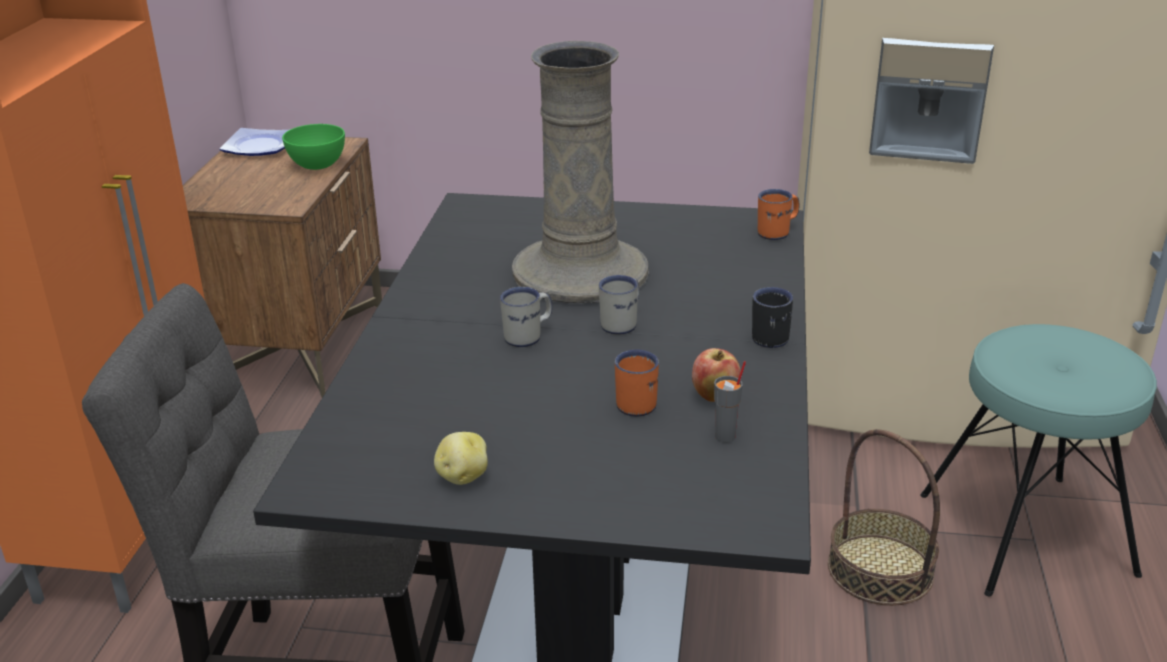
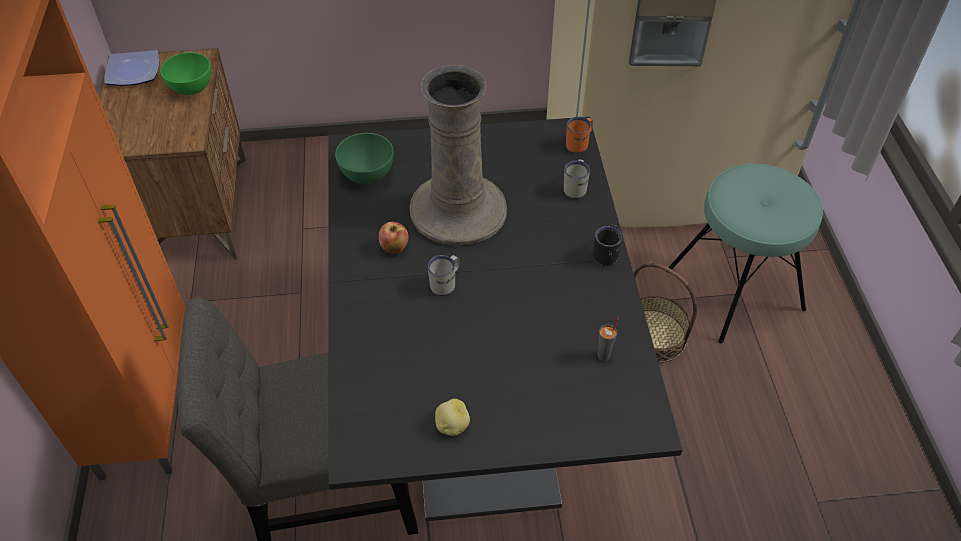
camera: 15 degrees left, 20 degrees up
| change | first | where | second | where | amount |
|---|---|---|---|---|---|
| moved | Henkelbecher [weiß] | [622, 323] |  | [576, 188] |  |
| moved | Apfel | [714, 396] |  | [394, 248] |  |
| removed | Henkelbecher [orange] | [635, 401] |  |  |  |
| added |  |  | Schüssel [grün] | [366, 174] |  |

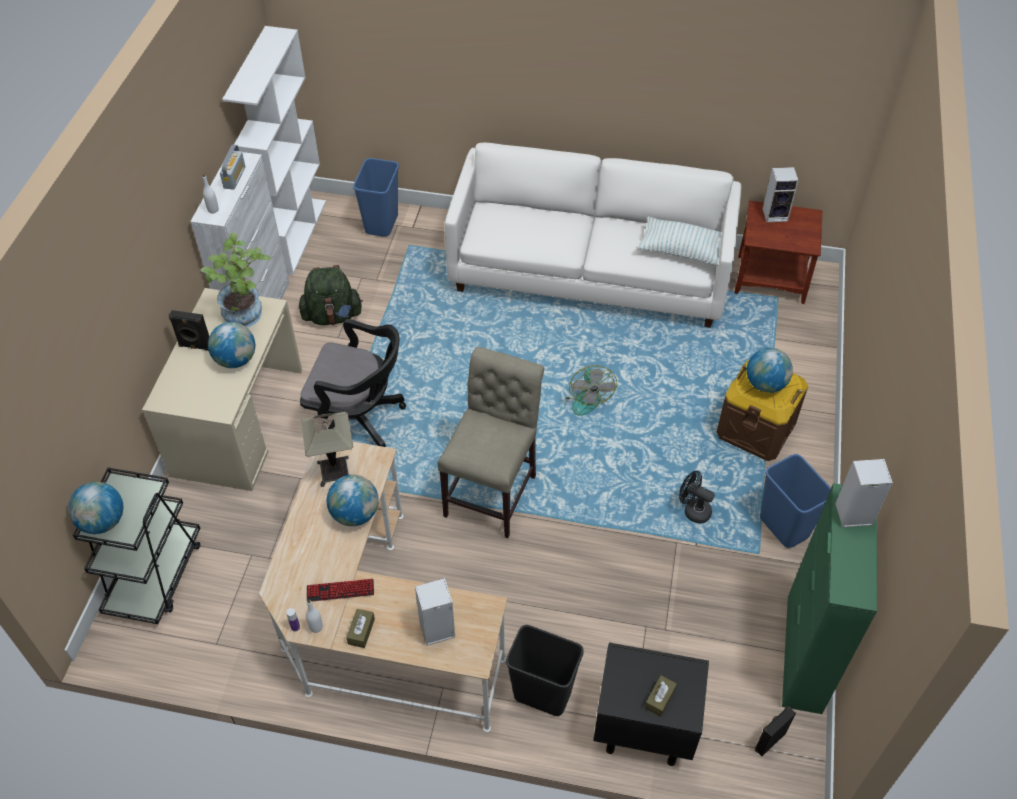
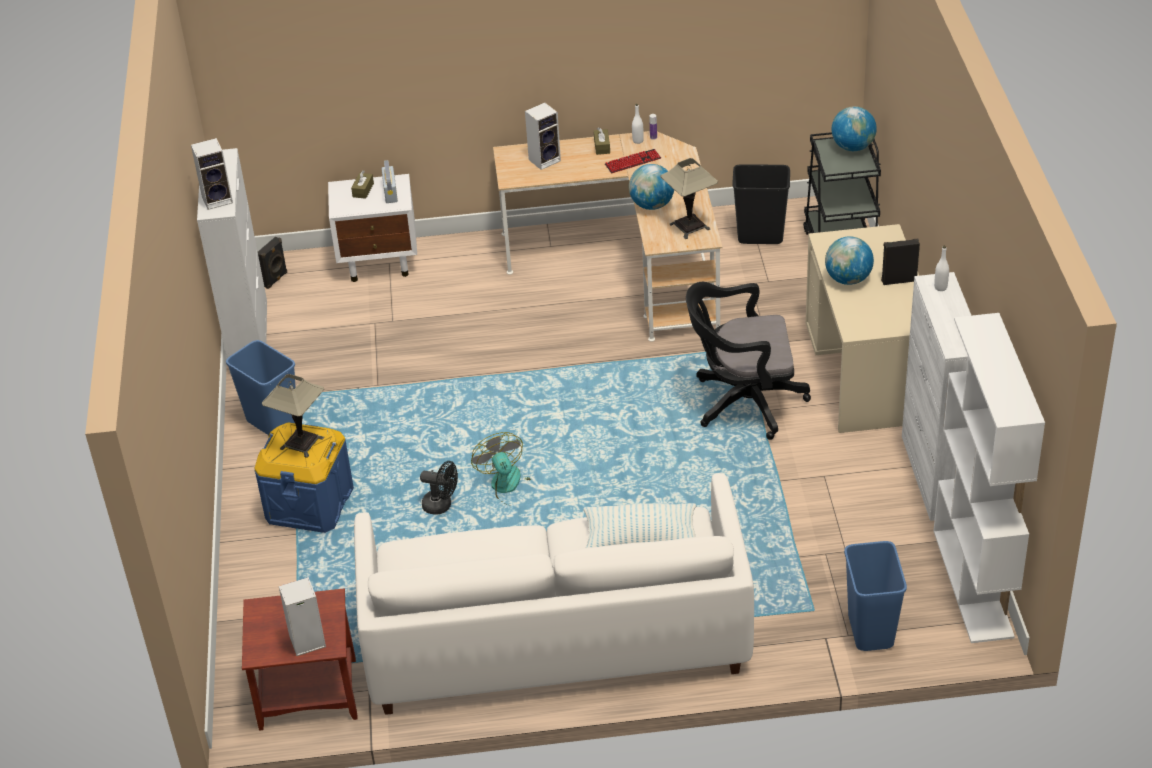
camera: 165 degrees right, 10 degrees down
| change | first | where | second | where | amount |
|---|---|---|---|---|---|
| moved | Radio | [234, 177] |  | [390, 192] |  |
| moved | Kissen | [682, 250] |  | [640, 540] |  |
| removed | Topfpflanze | [247, 317] |  |  |  |
| removed | Rucksack [grün] | [332, 316] |  |  |  |
| removed | Stuhl [beige] | [493, 491] |  |  |  |
| replaced | Globus | [765, 384] | Tischlampe | [301, 443] |  |
| recoloured | Aufbewahrungsbox [braun] | [756, 429] | Aufbewahrungsbox [blau] | [309, 504] |  |
| moved | Ventilator [schwarz] | [693, 510] |  | [442, 505] |  |
| recoloured | Schrank [grün] | [804, 654] | Schrank [weiß] | [249, 336] |  |
| moved | Mülleimer [schwarz] | [541, 694] |  | [761, 236] |  |
| recoloured | Nachttisch [schwarz] | [642, 728] | Nachttisch [weiß] | [380, 262] |  |

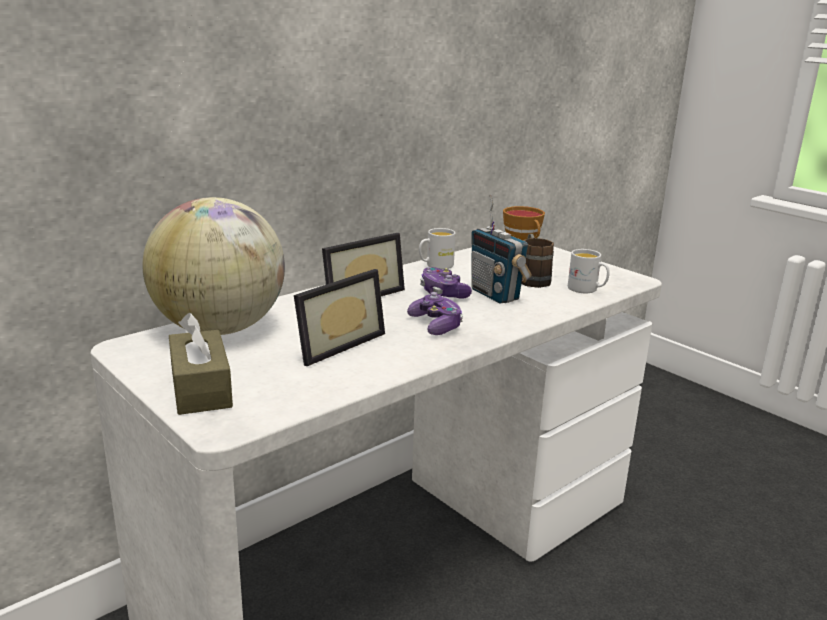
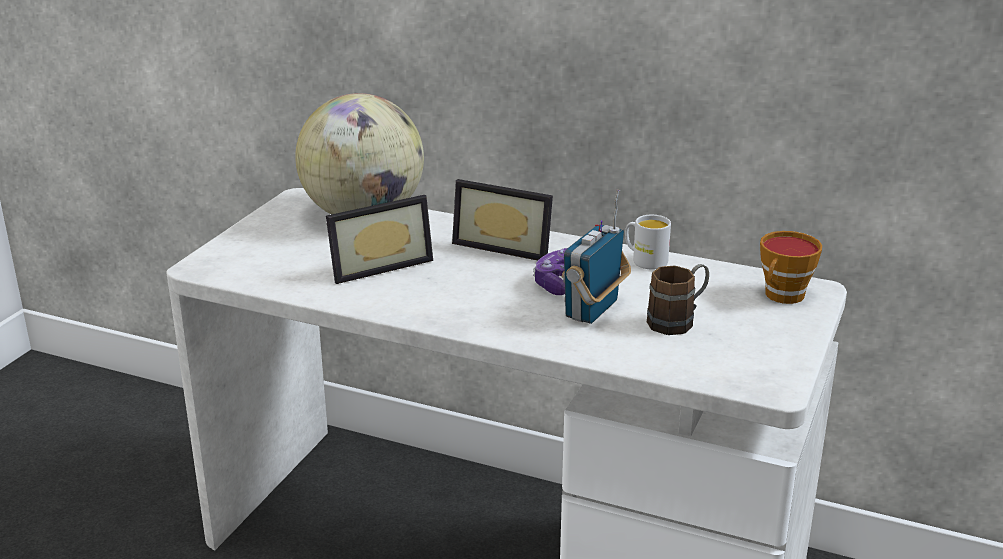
camera: 65 degrees right, 5 degrees up
| change | first | where | second | where | amount |
|---|---|---|---|---|---|
| removed | Henkelbecher [weiß] | [587, 290] |  |  |  |
| turned | Bilderrahmen | [334, 344] |  | [378, 265] | 45 degrees counterclockwise |
| removed | Gamepad | [436, 325] |  |  |  |
| removed | Taschentuchbox [braun] | [201, 388] |  |  |  |

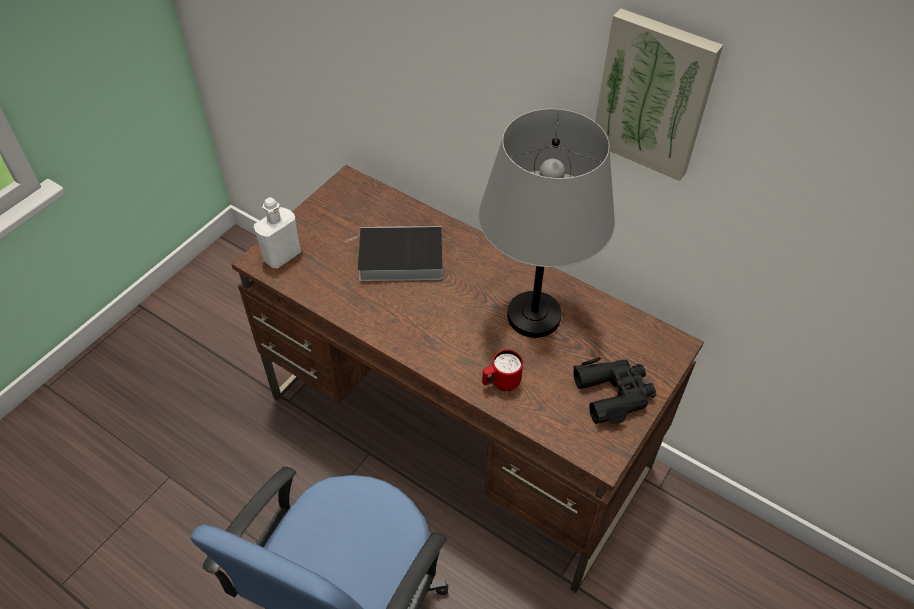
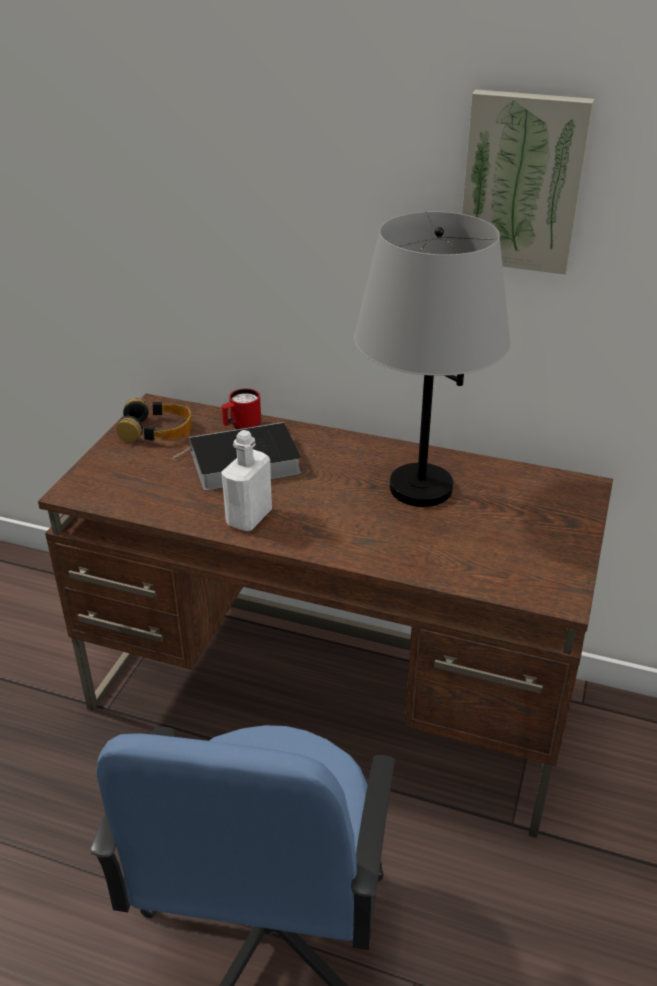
camera: 15 degrees left, 15 degrees down
| change | first | where | second | where | amount |
|---|---|---|---|---|---|
| moved | Flasche [weiß] | [282, 256] |  | [249, 518] |  |
| moved | Henkelbecher [rot] | [501, 383] |  | [242, 427] |  |
| removed | Fernglas [schwarz] | [614, 393] |  |  |  |
| added |  |  | Kopfhörer | [157, 430] |  |

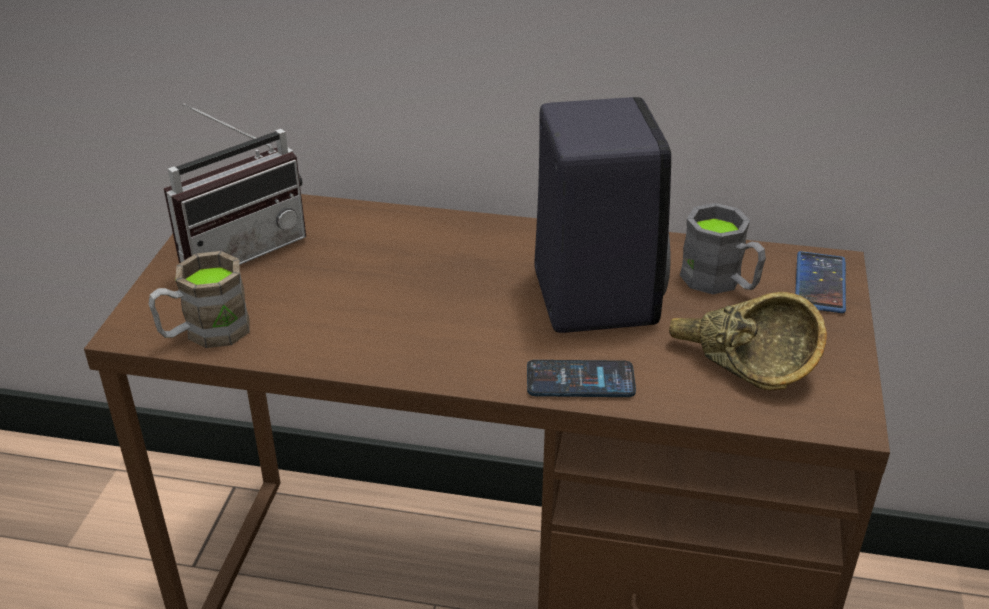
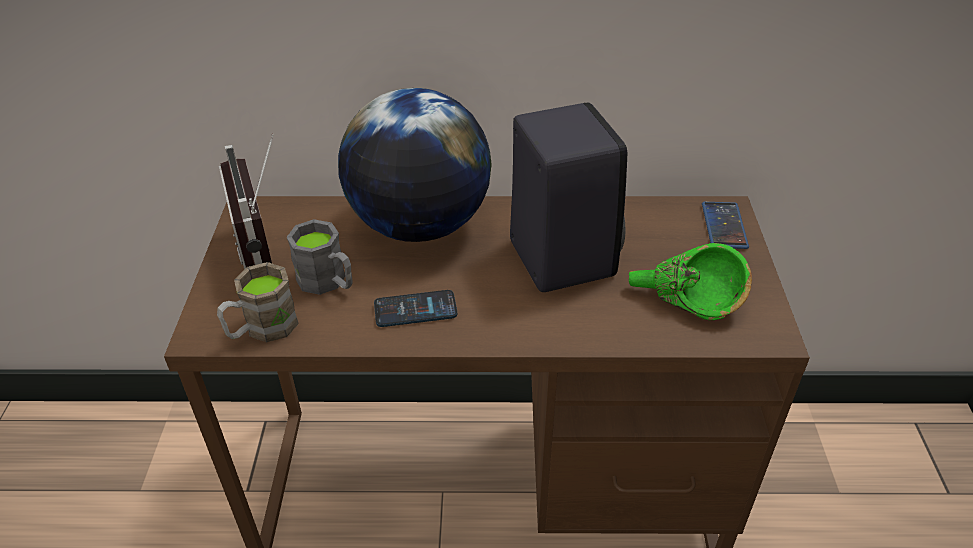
camera: 10 degrees left, 5 degrees up
| change | first | where | second | where | amount |
|---|---|---|---|---|---|
| turned | Radio | [239, 249] |  | [269, 251] | 120 degrees clockwise |
| moved | Henkelbecher [grau] | [720, 282] |  | [328, 282] |  |
| recoloured | Schüssel [braun] | [740, 364] | Schüssel [grün] | [684, 300] |  |
| moved | Handy | [580, 380] |  | [415, 309] |  |
| added |  |  | Globus | [419, 225] |  |

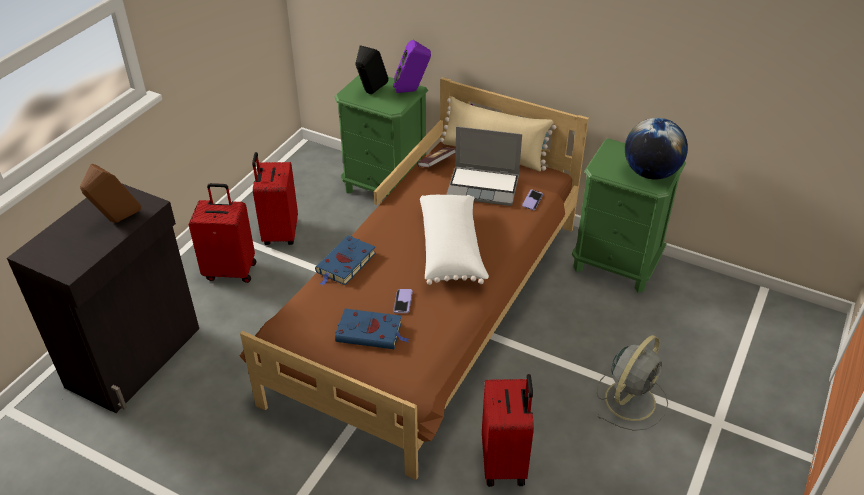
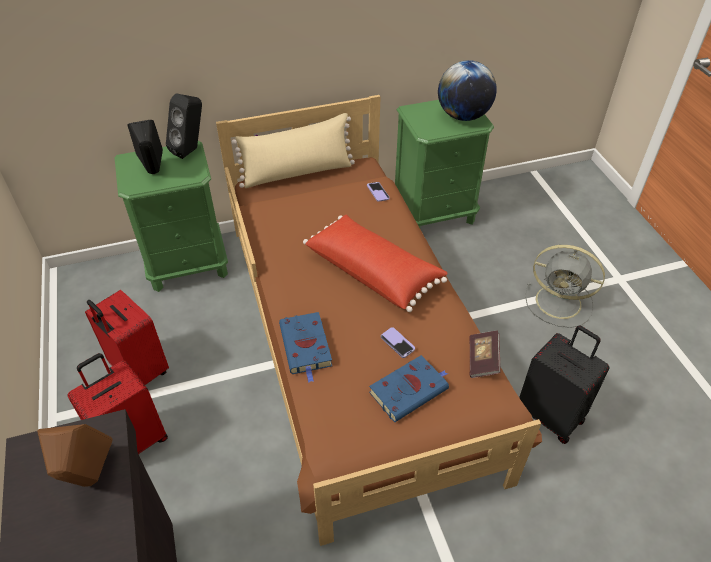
camera: 45 degrees left, 5 degrees up
| change | first | where | second | where | amount |
|---|---|---|---|---|---|
| recoloured | Lautsprecher [lila] | [412, 91] | Lautsprecher [schwarz] | [191, 150] |  |
| removed | Laptop | [484, 186] |  |  |  |
| moved | Buch | [436, 163] |  | [482, 360] |  |
| recoloured | Kissen [weiß] | [451, 249] | Kissen [rot] | [373, 271] |  |
| turned | Ventilator [grau] | [631, 399] |  | [560, 302] | 120 degrees clockwise |
| recoloured | Koffer [rot] | [505, 462] | Koffer [schwarz] | [551, 415] |  |

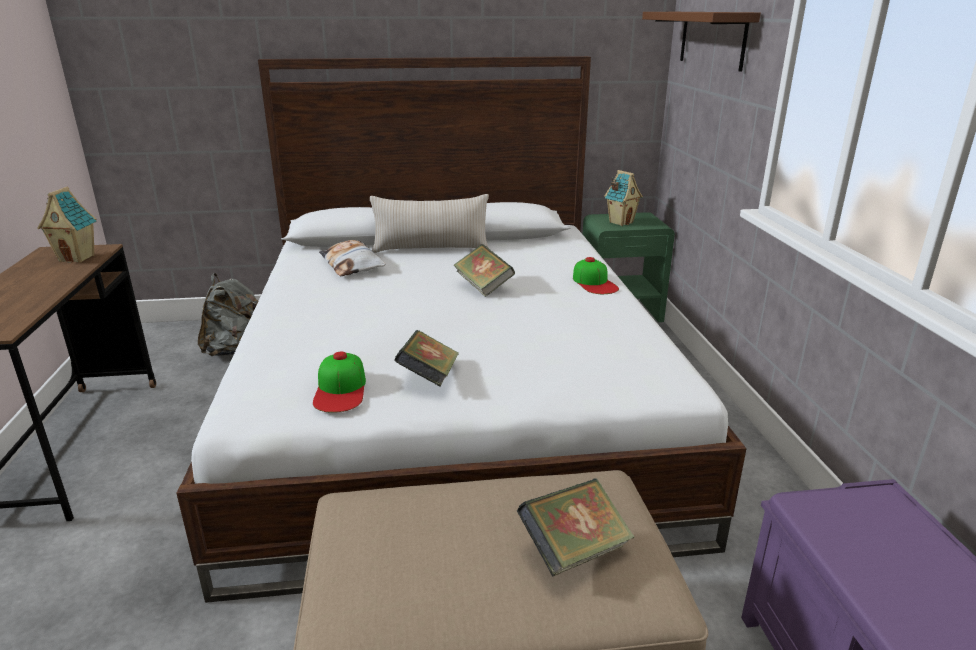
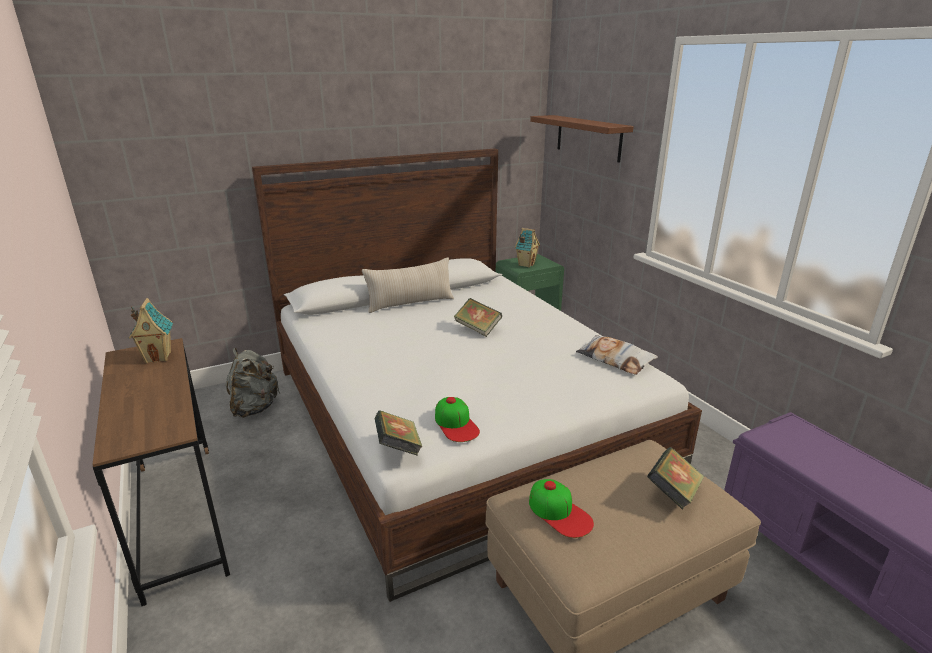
camera: 20 degrees left, 0 degrees up
| change | first | where | second | where | amount |
|---|---|---|---|---|---|
| moved | Kissen | [352, 265] |  | [615, 359] |  |
| moved | Kappe | [594, 283] |  | [559, 512] |  |
| moved | Buch | [429, 378] |  | [398, 448] |  |

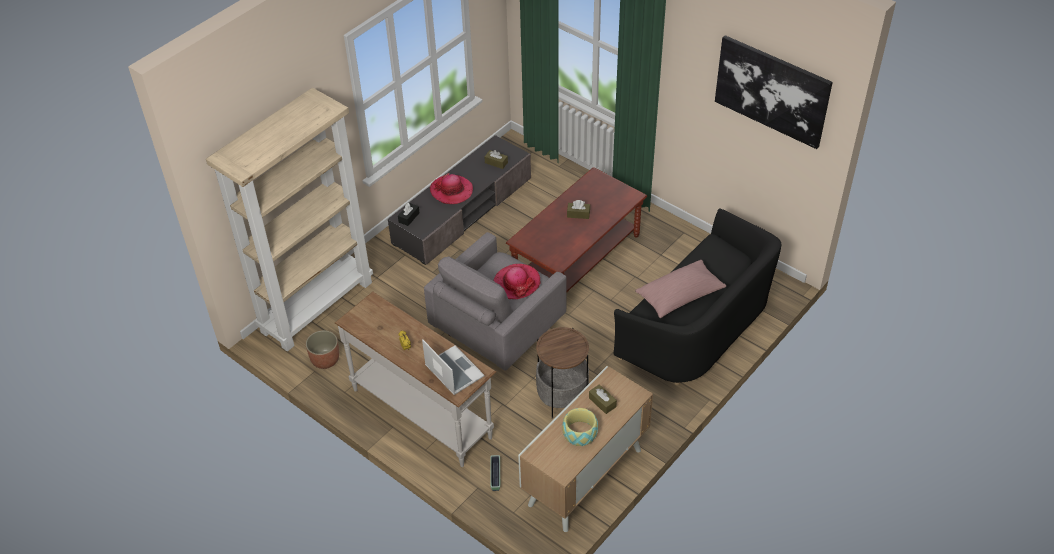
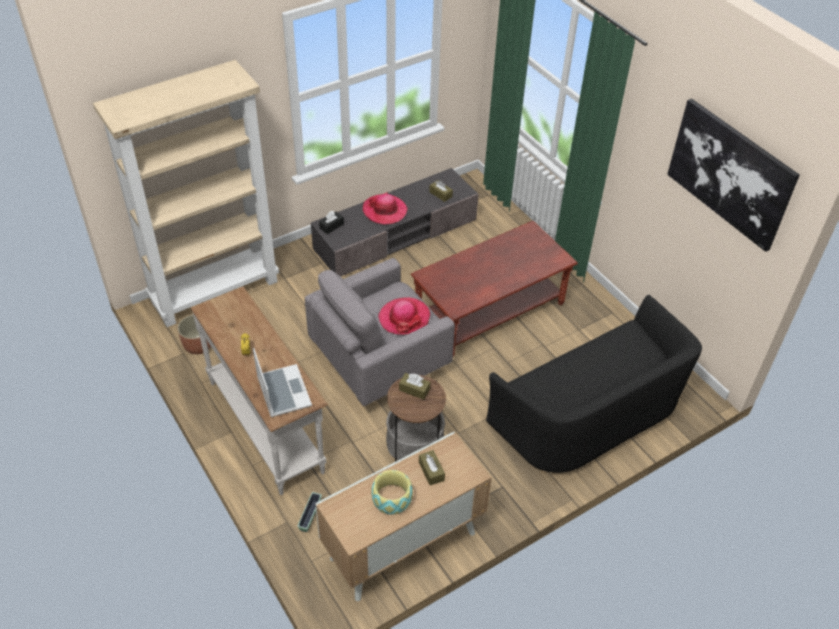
camera: 15 degrees right, 0 degrees up
| change | first | where | second | where | amount |
|---|---|---|---|---|---|
| moved | Taschentuchbox [braun] | [578, 214] |  | [414, 390] |  |
| removed | Kissen [rosa] | [680, 296] |  |  |  |

